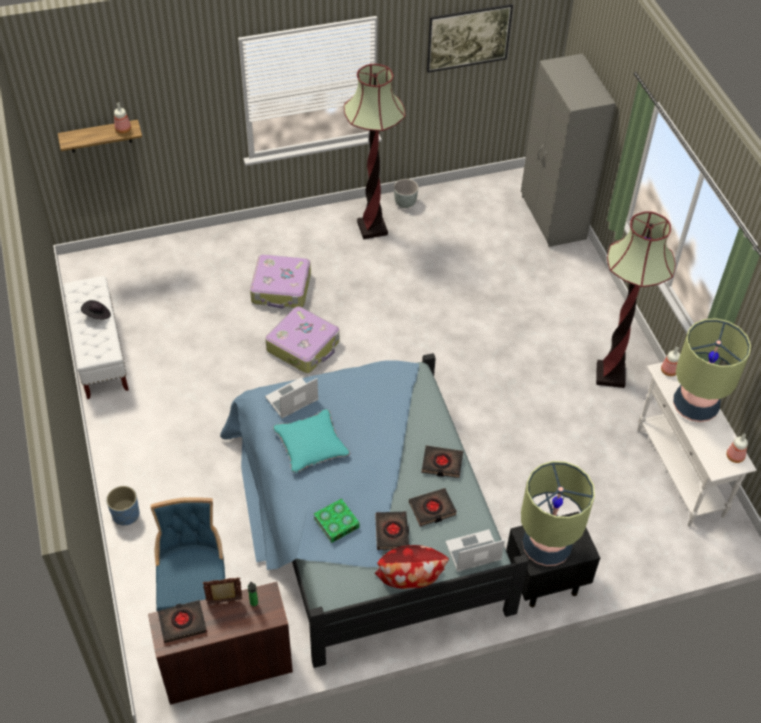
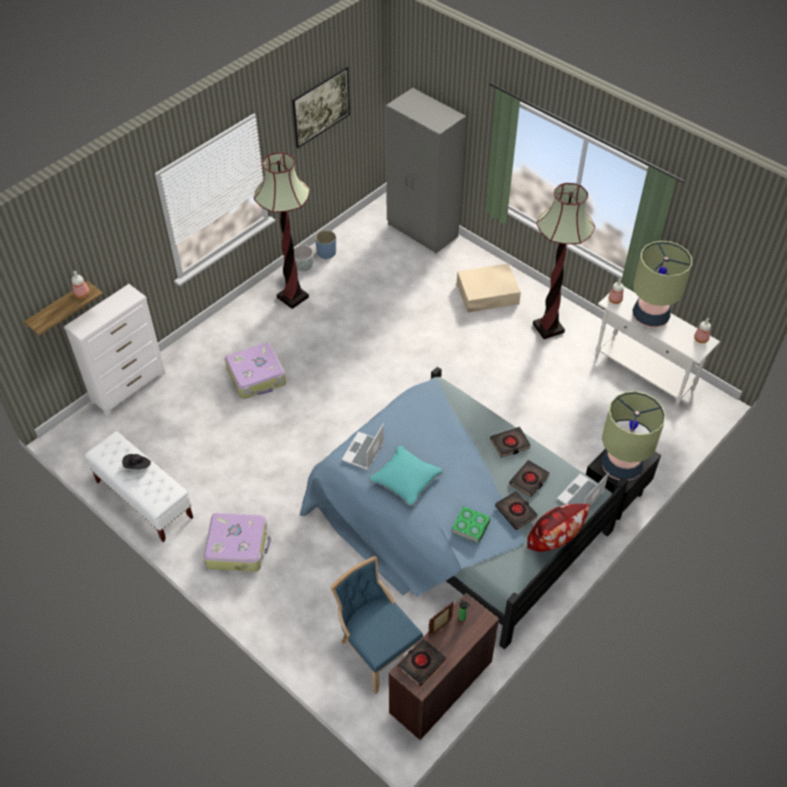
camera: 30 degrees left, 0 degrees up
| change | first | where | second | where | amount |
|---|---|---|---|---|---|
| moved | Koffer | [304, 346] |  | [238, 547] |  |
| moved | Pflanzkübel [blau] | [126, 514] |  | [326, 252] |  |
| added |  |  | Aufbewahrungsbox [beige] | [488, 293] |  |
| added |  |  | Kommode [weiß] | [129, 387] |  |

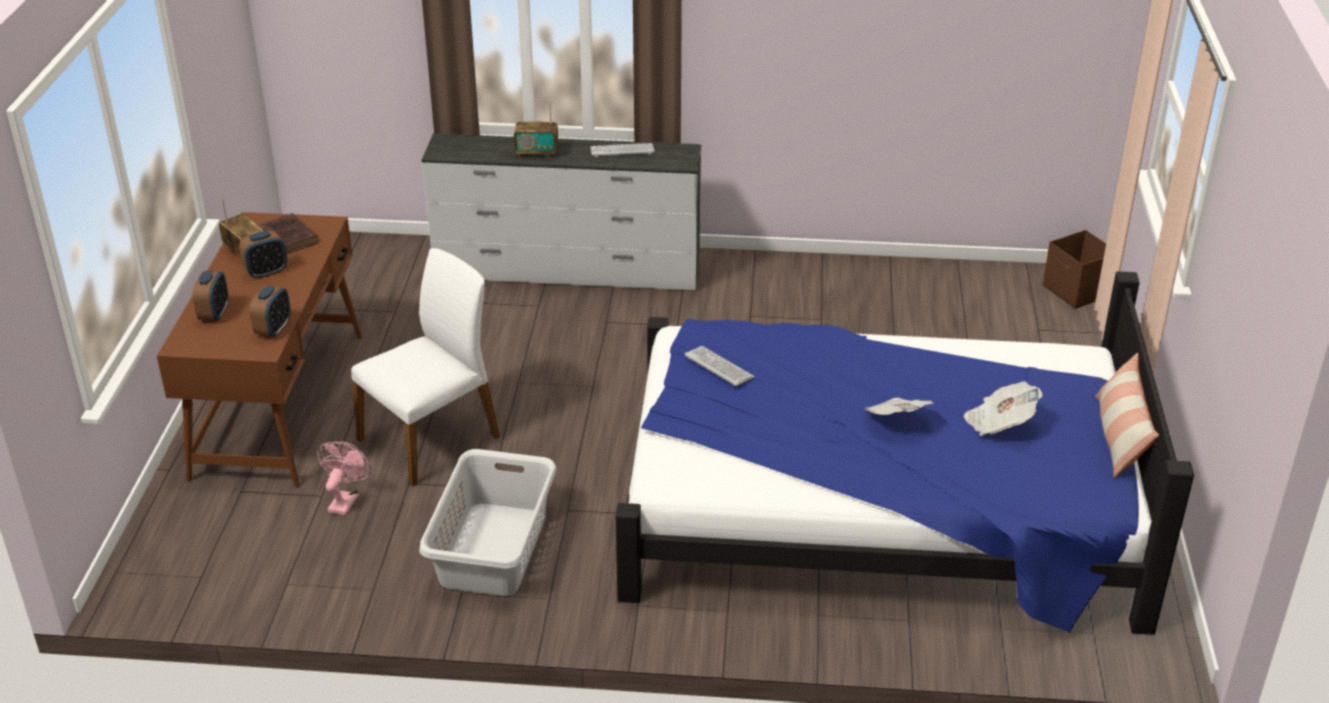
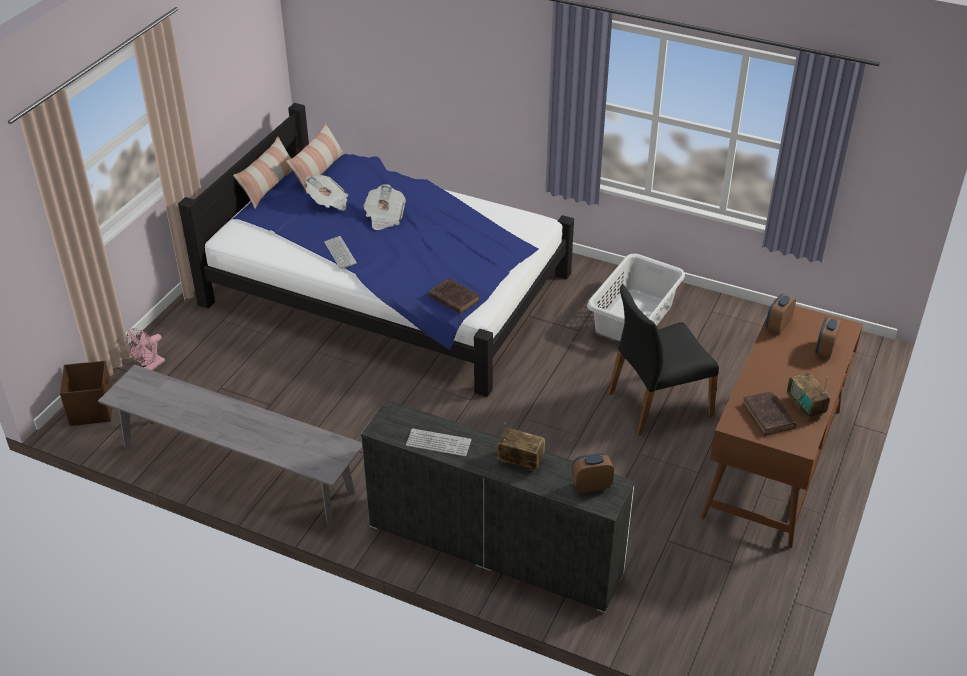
camera: 160 degrees left, 5 degrees up
| change | first | where | second | where | amount |
|---|---|---|---|---|---|
| moved | Wecker | [266, 272] |  | [591, 485] |  |
| recoloured | Stuhl [weiß] | [431, 438] | Stuhl [schwarz] | [658, 403] |  |
| moved | Tastatur | [719, 367] |  | [340, 253] |  |
| moved | Ventilator [rosa] | [345, 500] |  | [149, 367] |  |
| added |  |  | Kissen | [318, 172] |  |
| added |  |  | Buch [braun] | [453, 298] |  |
| added |  |  | Bank [grau] | [237, 470] |  |

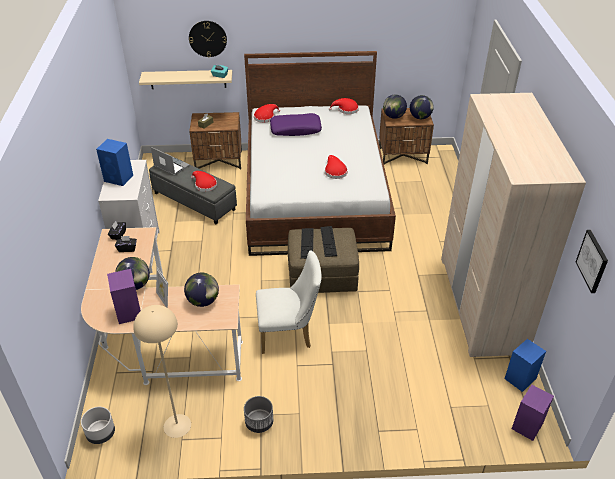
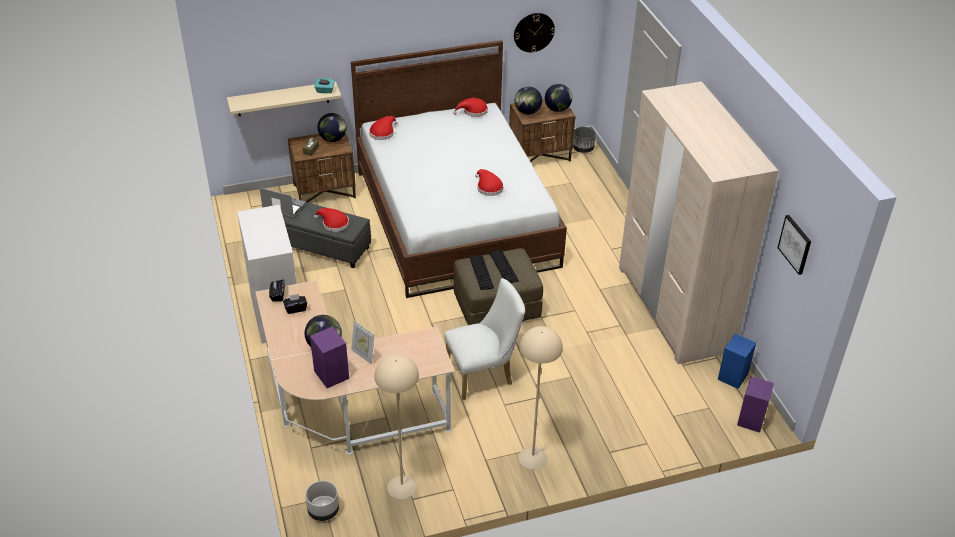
camera: 15 degrees left, 0 degrees up
| change | first | where | second | where | amount |
|---|---|---|---|---|---|
| moved | Wanduhr | [207, 38] |  | [534, 32] |  |
| removed | Kissen [lila] | [295, 129] |  |  |  |
| removed | Lautsprecher [blau] | [119, 178] |  |  |  |
| moved | Globus | [203, 301] |  | [333, 139] |  |
| moved | Pflanzkübel [grau] | [259, 423] |  | [582, 149] |  |
| added |  |  | Stehlampe [beige] | [532, 458] |  |

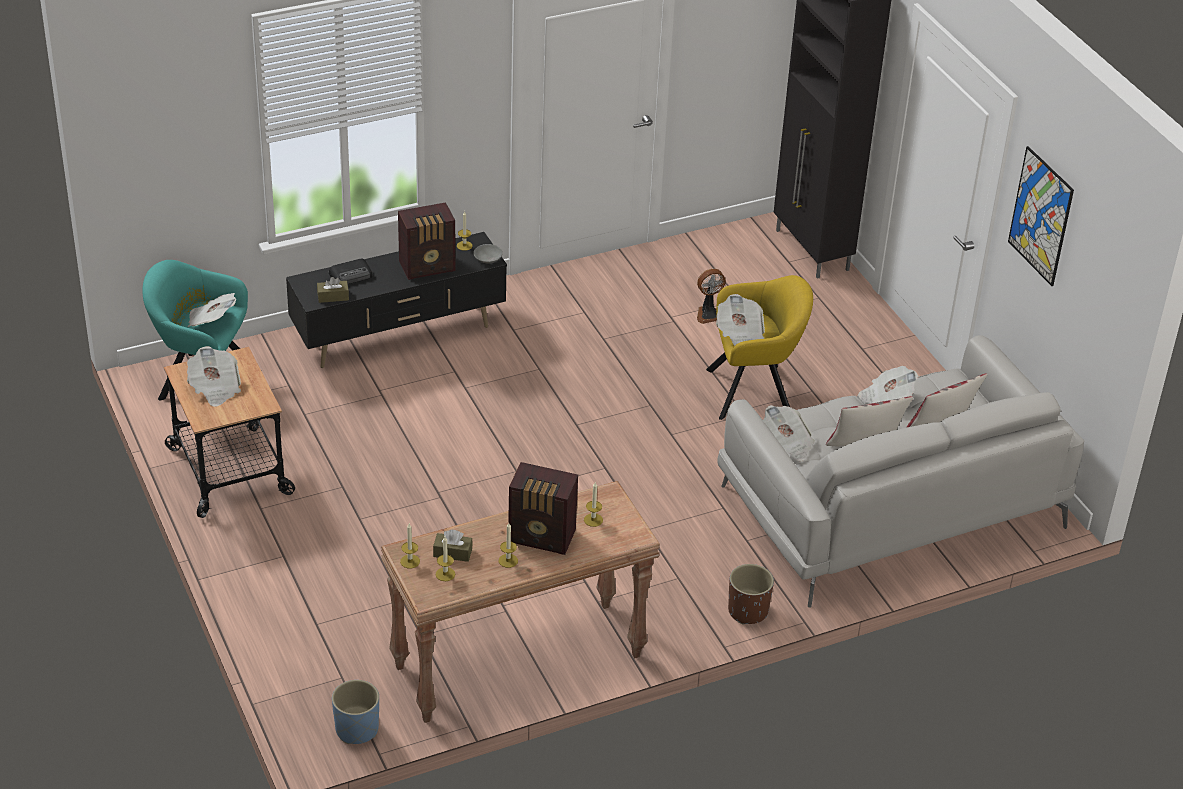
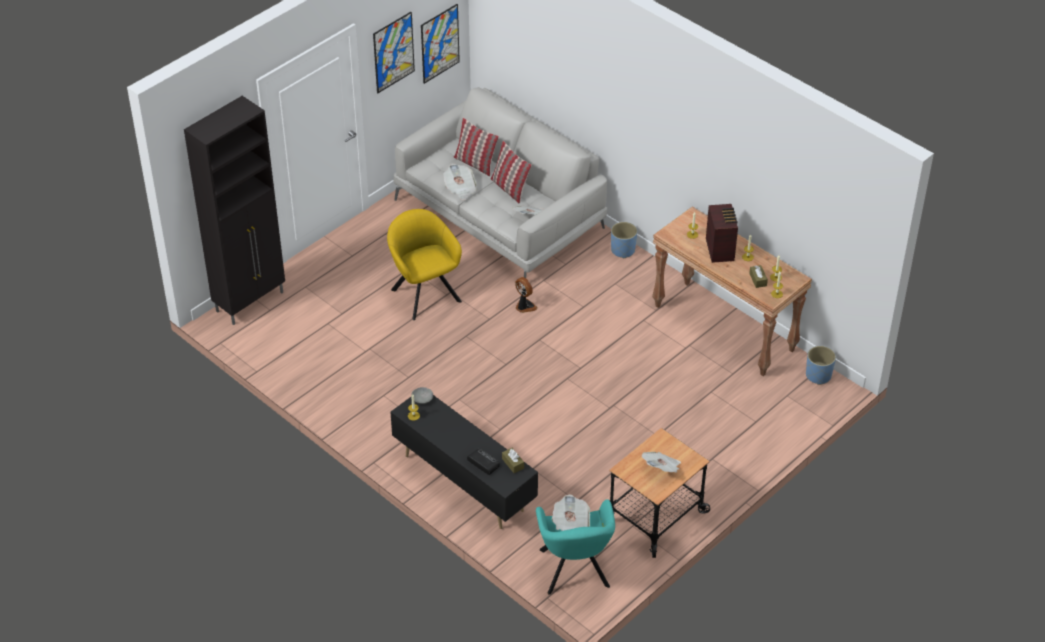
camera: 110 degrees left, 5 degrees up
| change | first | where | second | where | amount |
|---|---|---|---|---|---|
| removed | Radio | [428, 267] |  |  |  |
| moved | Ventilator | [709, 314] |  | [524, 306] |  |
| removed | Zeitung | [739, 334] |  |  |  |
| recoloured | Pflanzkübel [braun] | [747, 611] | Pflanzkübel [blau] | [623, 250] |  |
| added |  |  | Bild | [440, 43] |  |

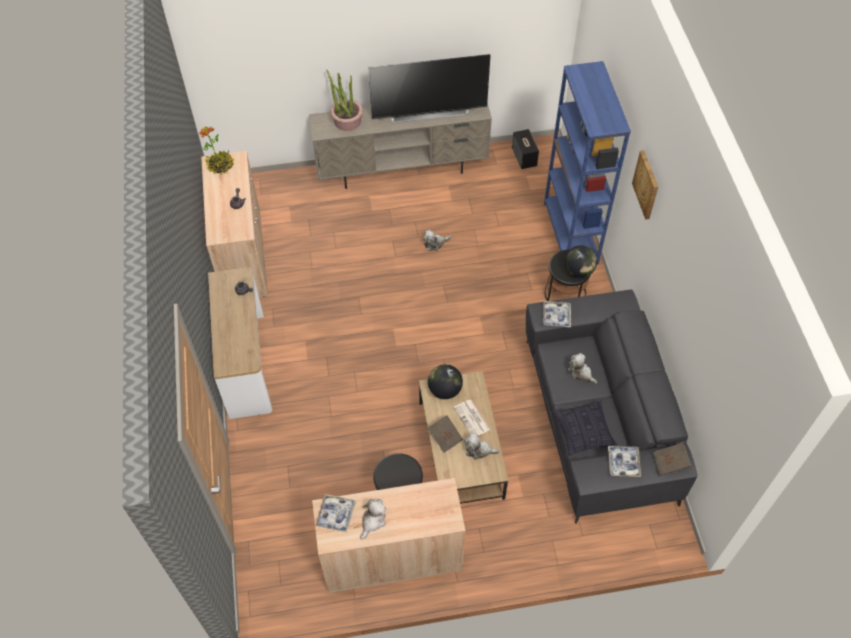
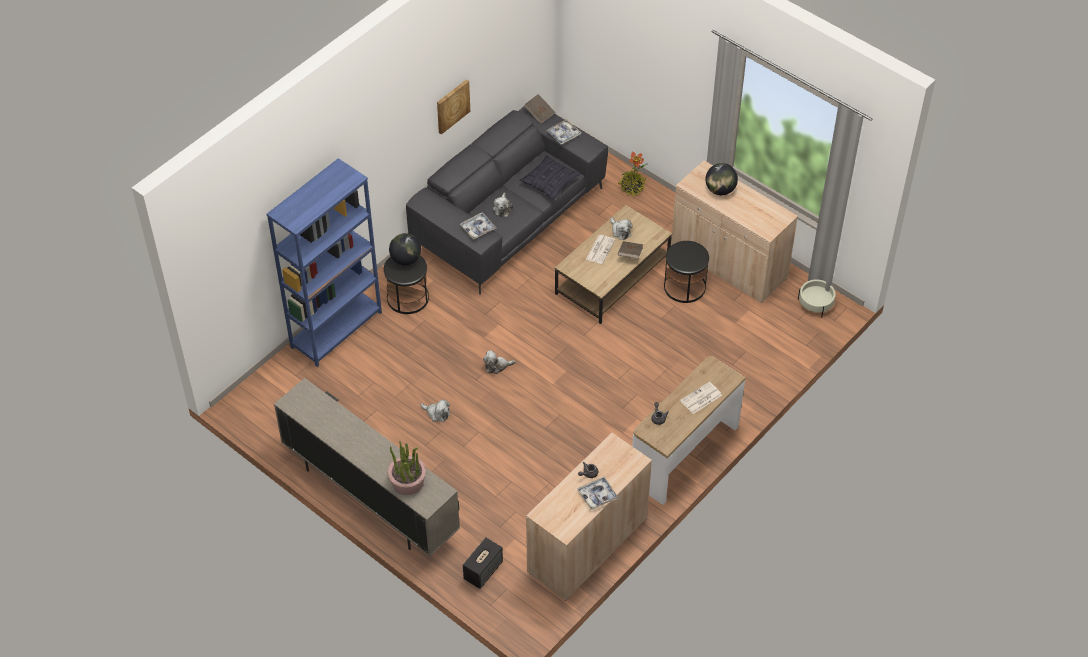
camera: 130 degrees left, 5 degrees down
| change | first | where | second | where | amount |
|---|---|---|---|---|---|
| removed | Fernseher | [429, 111] |  |  |  |
| moved | Topfpflanze | [220, 166] |  | [632, 187] |  |
| moved | Lautsprecher | [524, 157] |  | [483, 570] |  |
| moved | Bild | [646, 184] |  | [452, 106] |  |
| moved | Globus | [445, 390] |  | [720, 190] |  |
| moved | Tablett | [336, 515] |  | [597, 495] |  |
| moved | Plüschtier | [373, 521] |  | [497, 366] |  |
| added |  |  | Pflanzkübel [beige] | [815, 304] |  |
| added |  |  | Zeitung | [701, 398] |  |

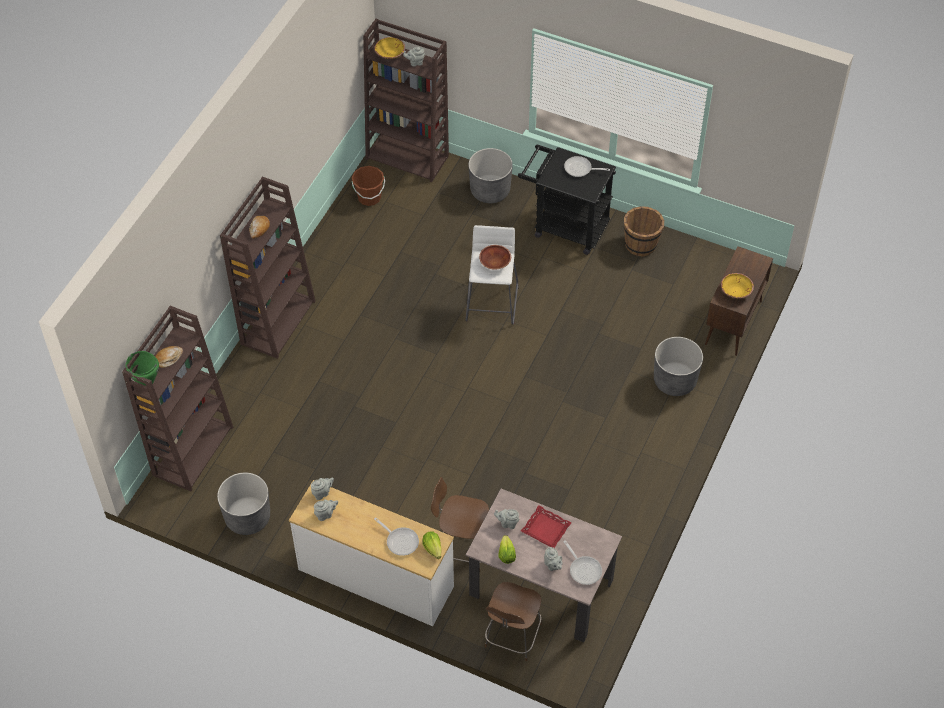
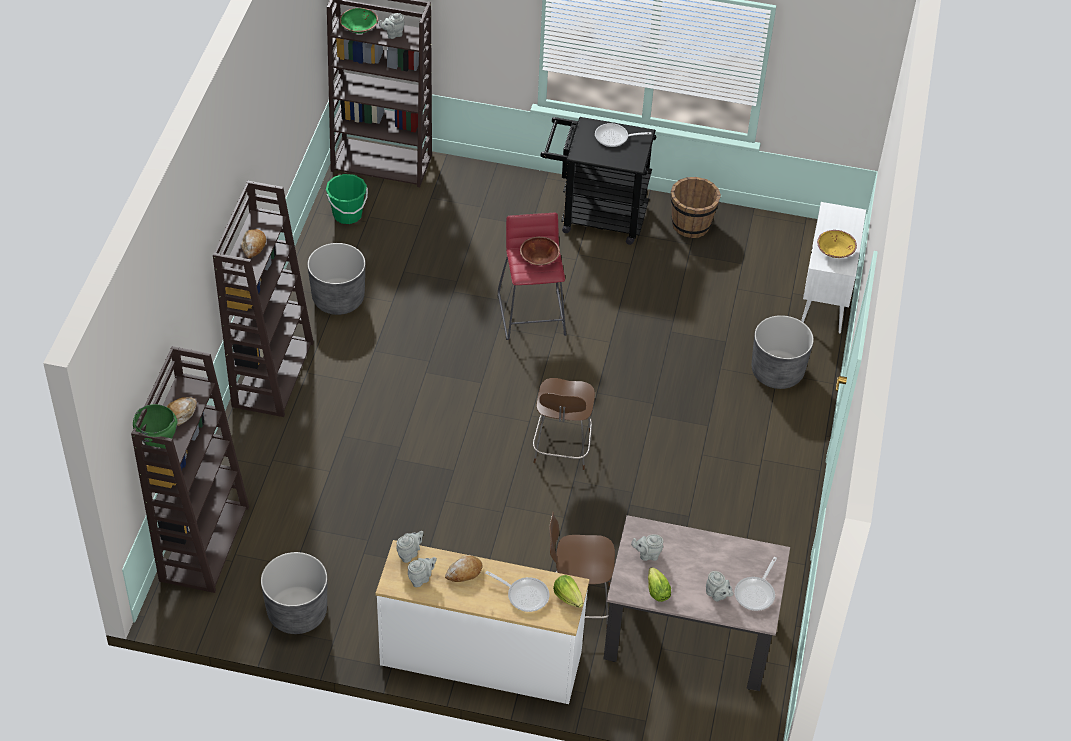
camera: 15 degrees left, 5 degrees down
| change | first | where | second | where | amount |
|---|---|---|---|---|---|
| recoloured | Schüssel [gelb] | [390, 54] | Schüssel [grün] | [359, 29] |  |
| moved | Pflanzkübel [grau] | [490, 191] |  | [338, 299] |  |
| recoloured | Eimer [braun] | [369, 197] | Eimer [grün] | [347, 214] |  |
| recoloured | Hocker [weiß] | [491, 303] | Hocker [rot] | [532, 314] |  |
| recoloured | Schrank [braun] | [733, 323] | Schrank [weiß] | [825, 298] |  |
| removed | Tablett [rot] | [545, 529] |  |  |  |
| turned | Pfanne | [584, 569] |  | [756, 593] | 75 degrees clockwise |
| moved | Stuhl [braun] | [512, 637] |  | [561, 449] |  |
| added |  |  | Brot | [464, 572] |  |

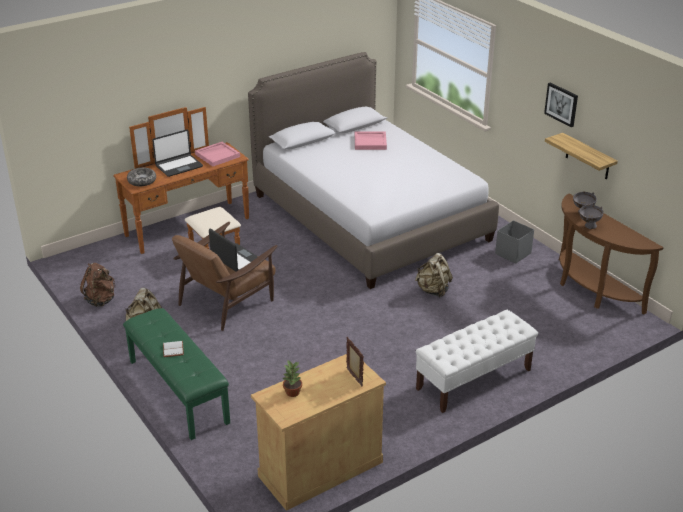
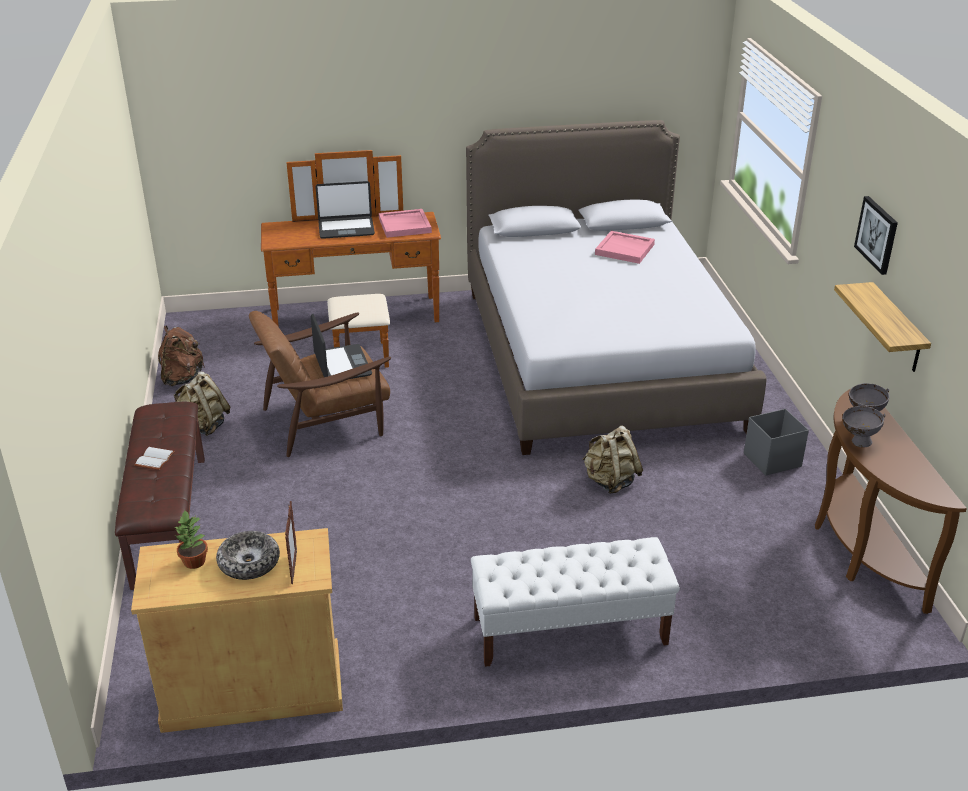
camera: 25 degrees right, 0 degrees up
| change | first | where | second | where | amount |
|---|---|---|---|---|---|
| moved | Schüssel | [142, 181] |  | [249, 562] |  |
| recoloured | Bank [grün] | [177, 391] | Bank [braun] | [169, 519] |  |

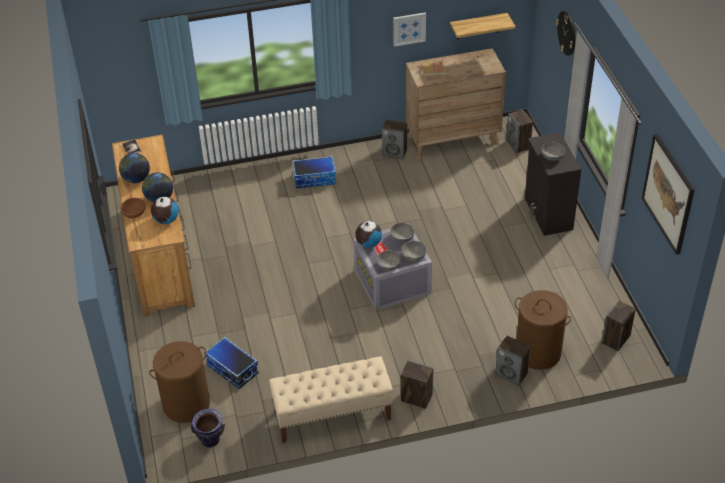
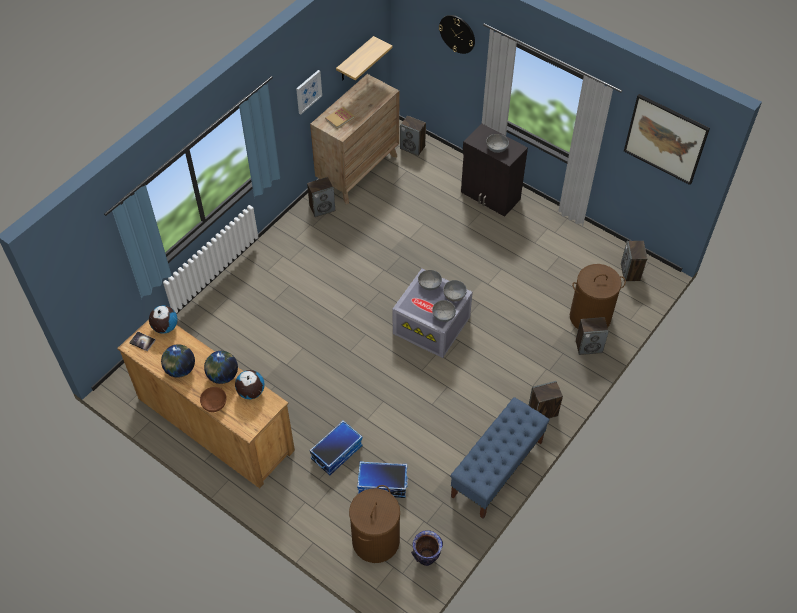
camera: 40 degrees left, 10 degrees up
| change | first | where | second | where | amount |
|---|---|---|---|---|---|
| moved | Aufbewahrungsbox | [315, 179] |  | [336, 452] |  |
| moved | Globus | [368, 243] |  | [165, 327] |  |
| recoloured | Bank [beige] | [332, 415] | Bank [blau] | [497, 469] |  |

